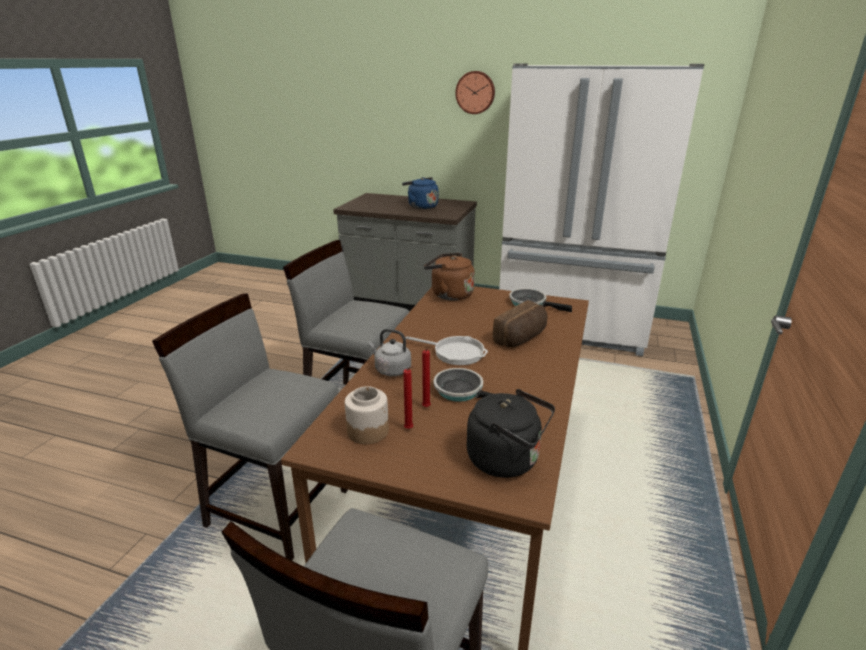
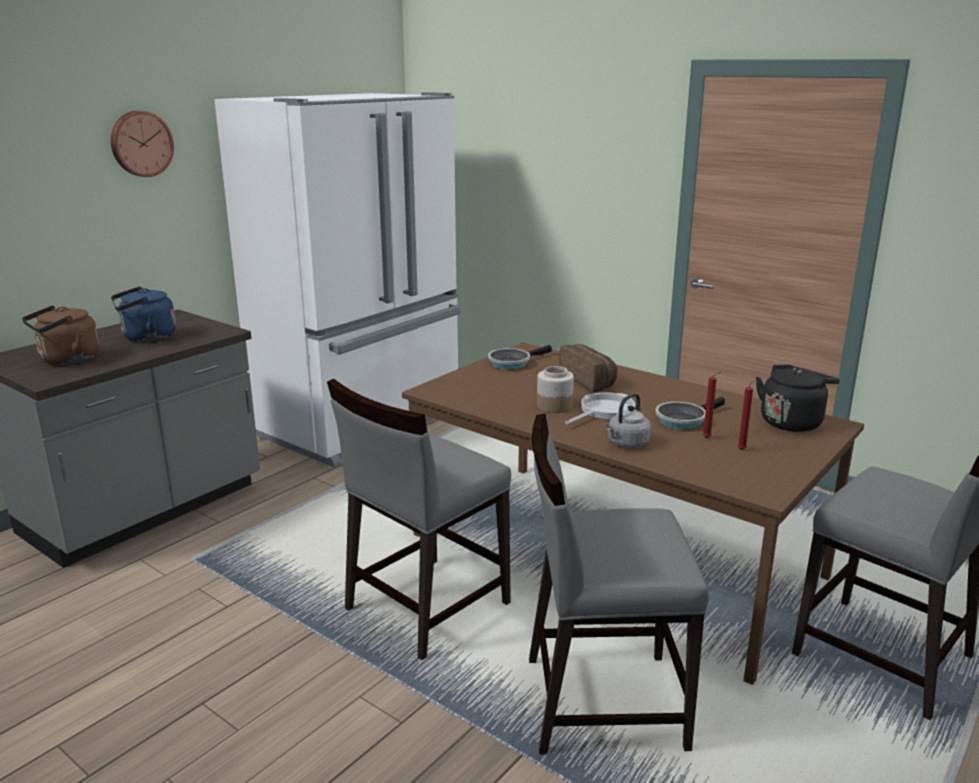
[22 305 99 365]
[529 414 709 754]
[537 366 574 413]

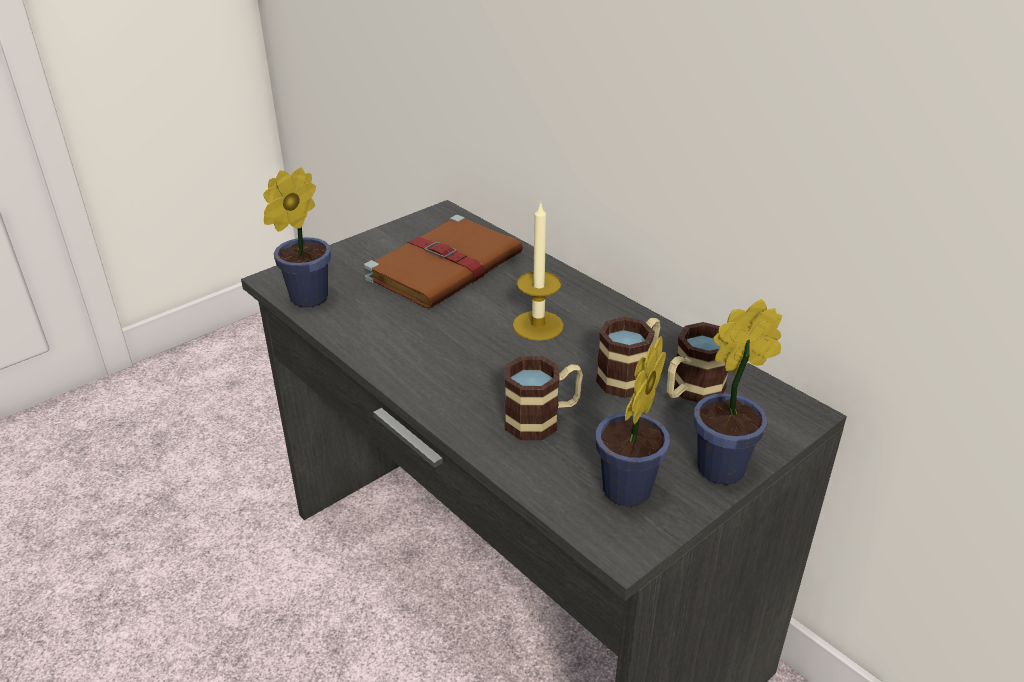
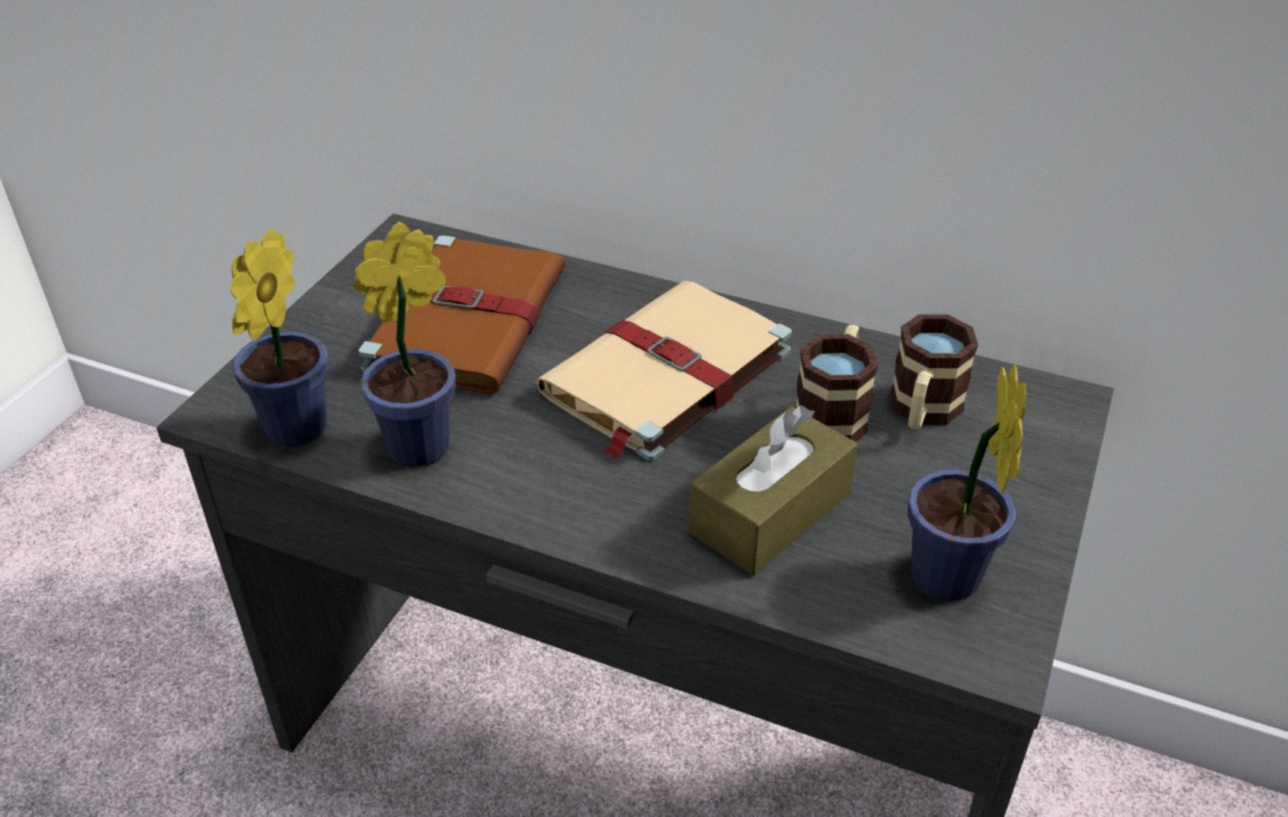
[353 221 456 467]
[536 281 792 461]
[689 405 858 575]

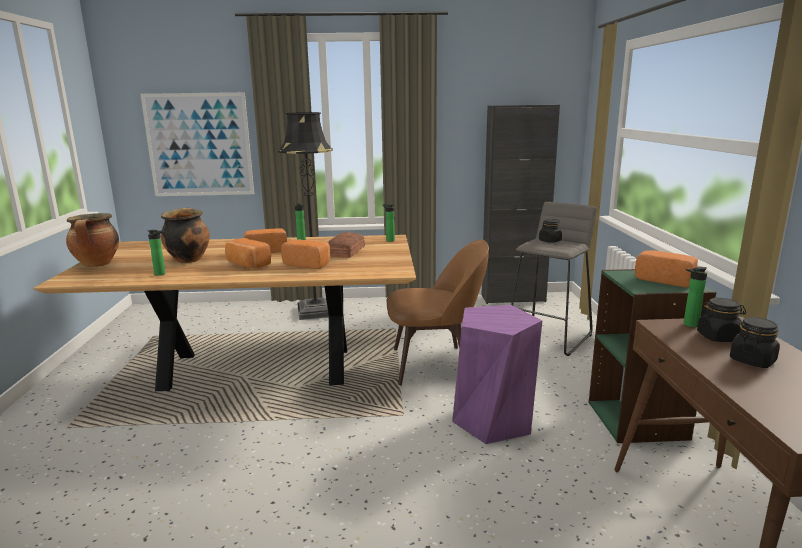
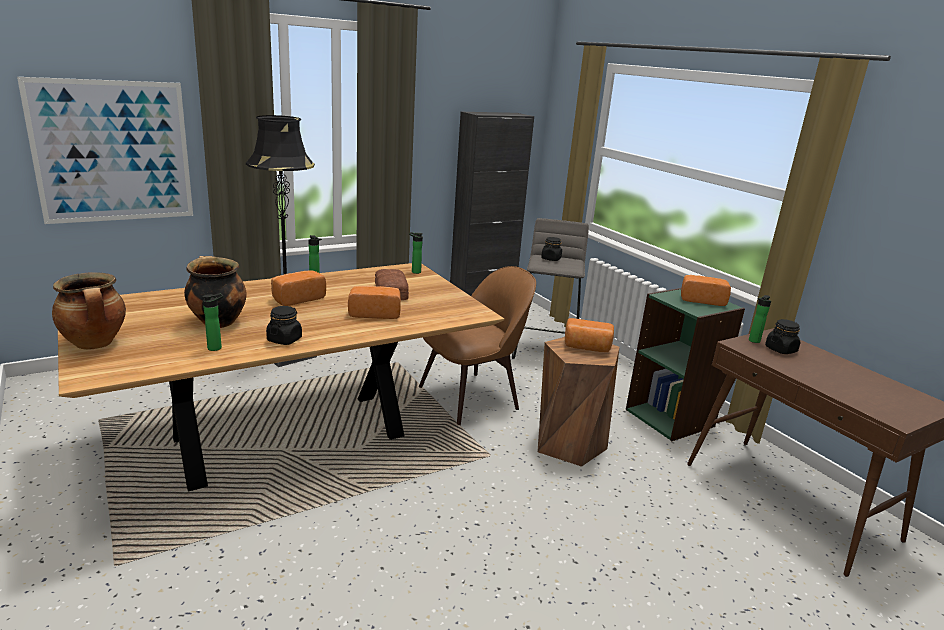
[266 306 302 345]
[537 337 620 467]
[565 318 614 352]

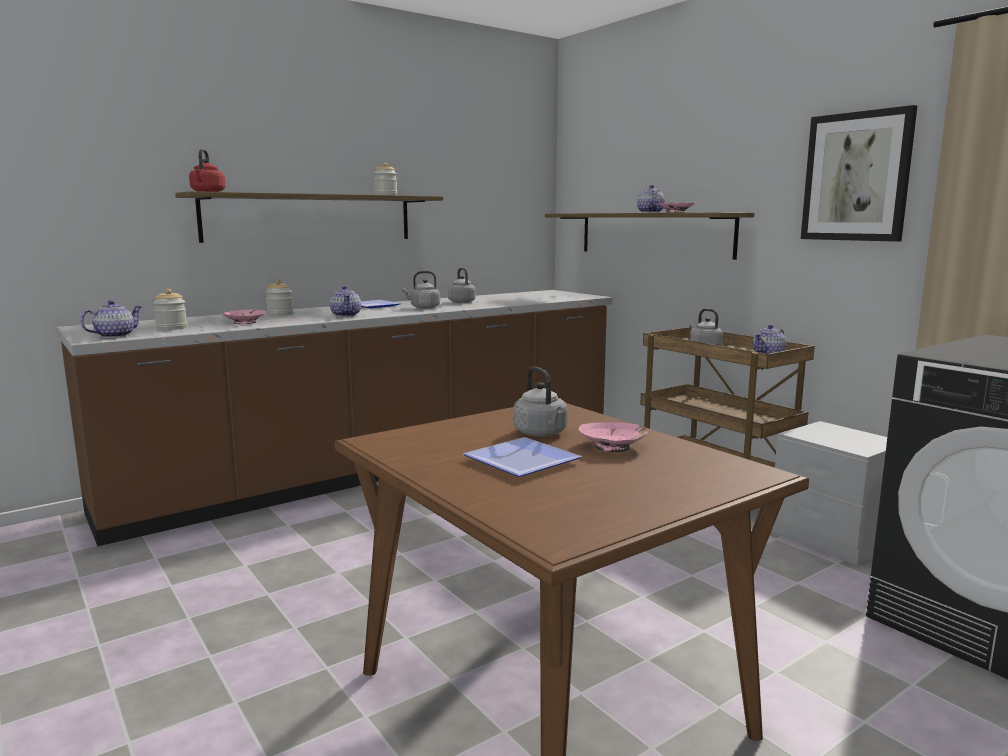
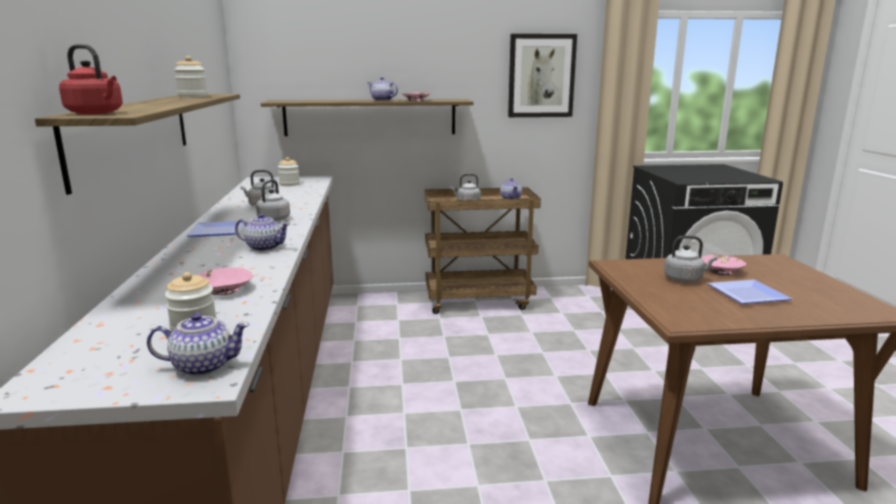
[147 313 250 376]
[278 157 300 186]
[771 421 887 566] (first image)

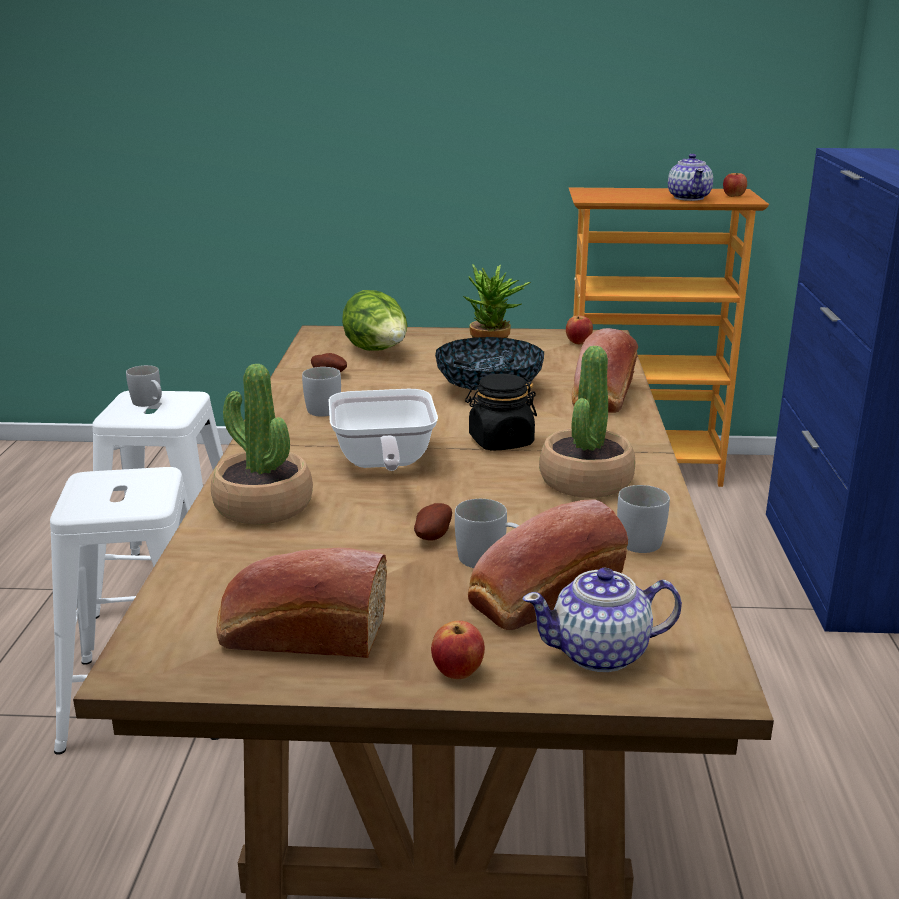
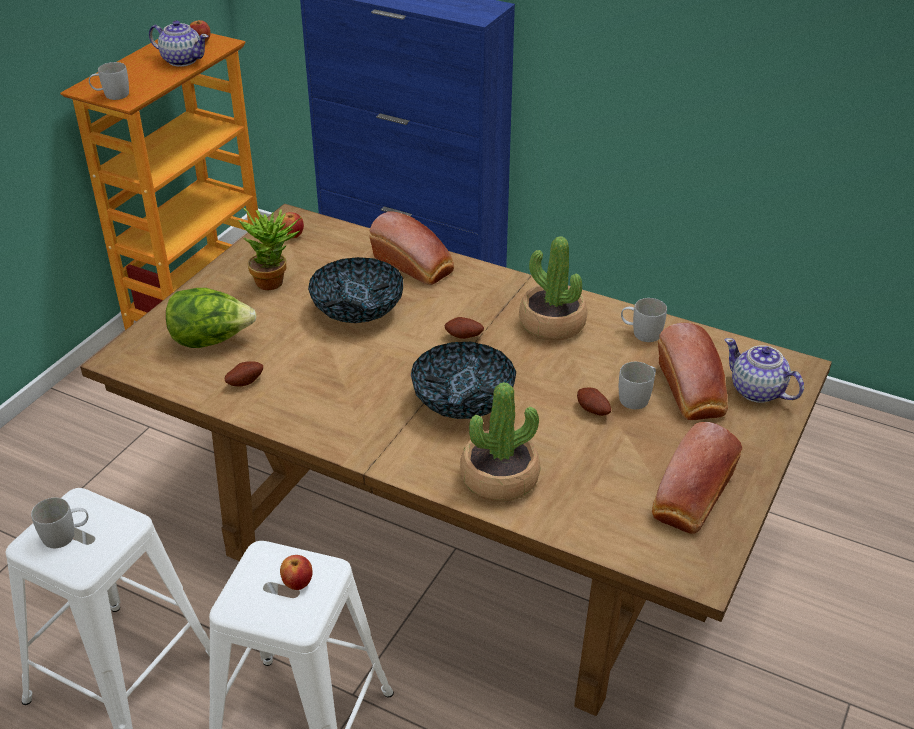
[89 62 129 100]
[280 555 313 590]
[411 342 516 419]
[444 317 484 339]
[725 338 804 403]

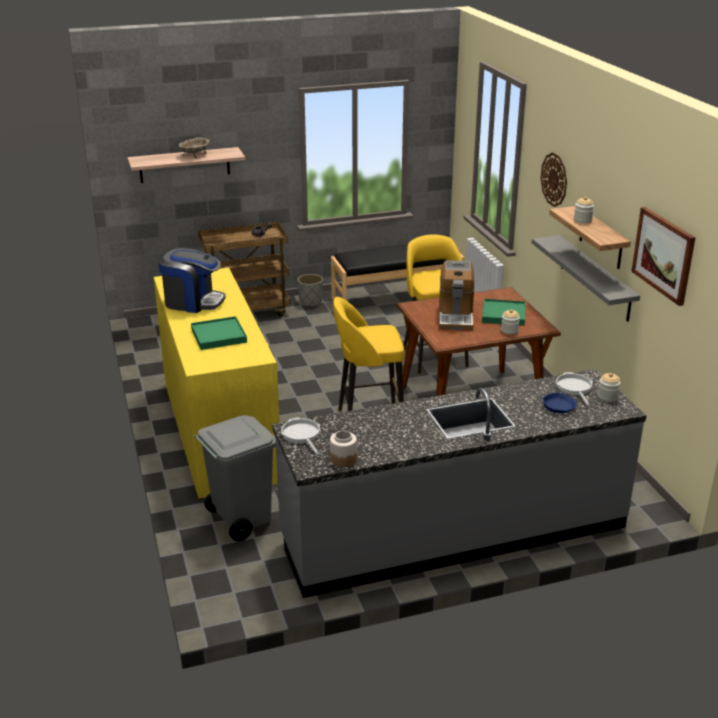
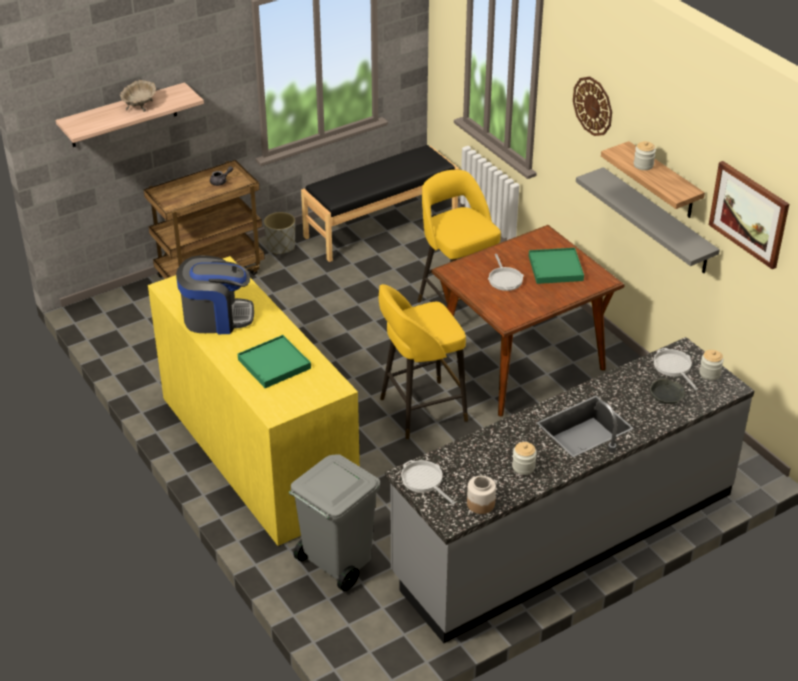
[488 254 524 291]
[512 442 537 475]
[650 379 686 404]

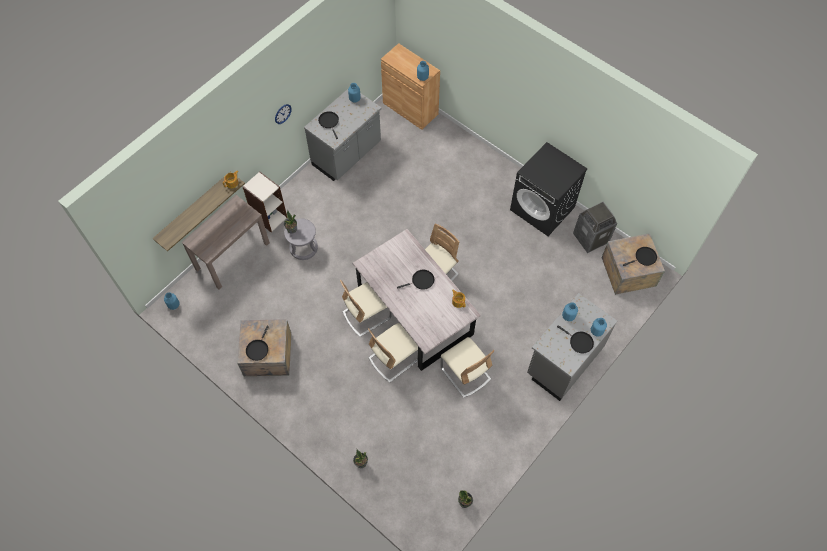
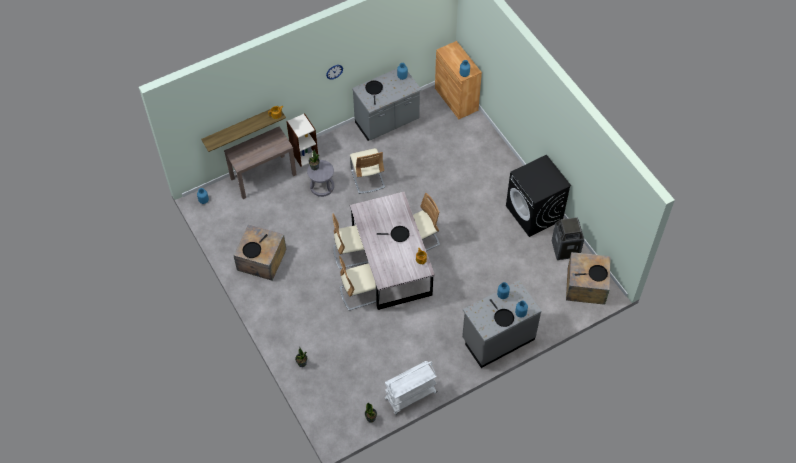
[350 148 385 194]
[385 361 437 415]

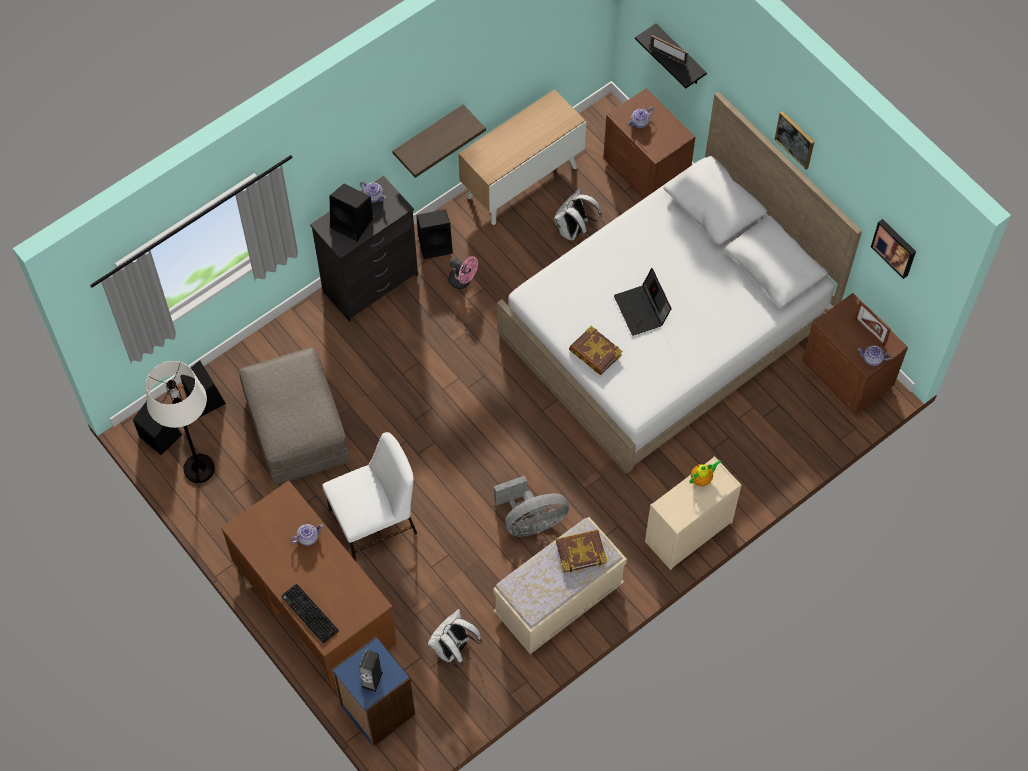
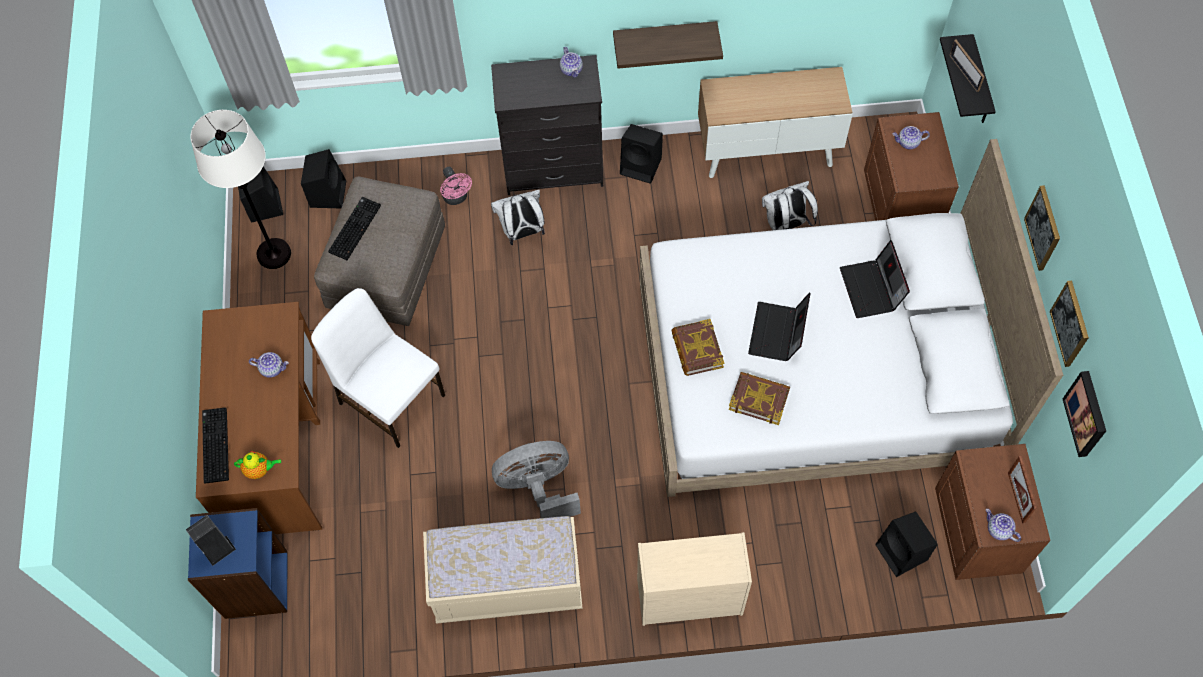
[234 451 281 479]
[311 288 445 448]
[328 197 381 260]
[440 167 472 205]
[491 189 545 245]
[492 441 581 518]
[729 372 790 425]
[840 240 910 318]
[875 511 938 577]
[1050 281 1089 367]

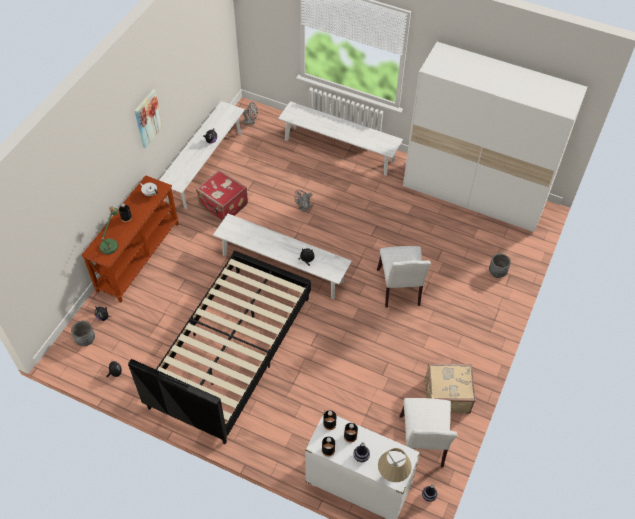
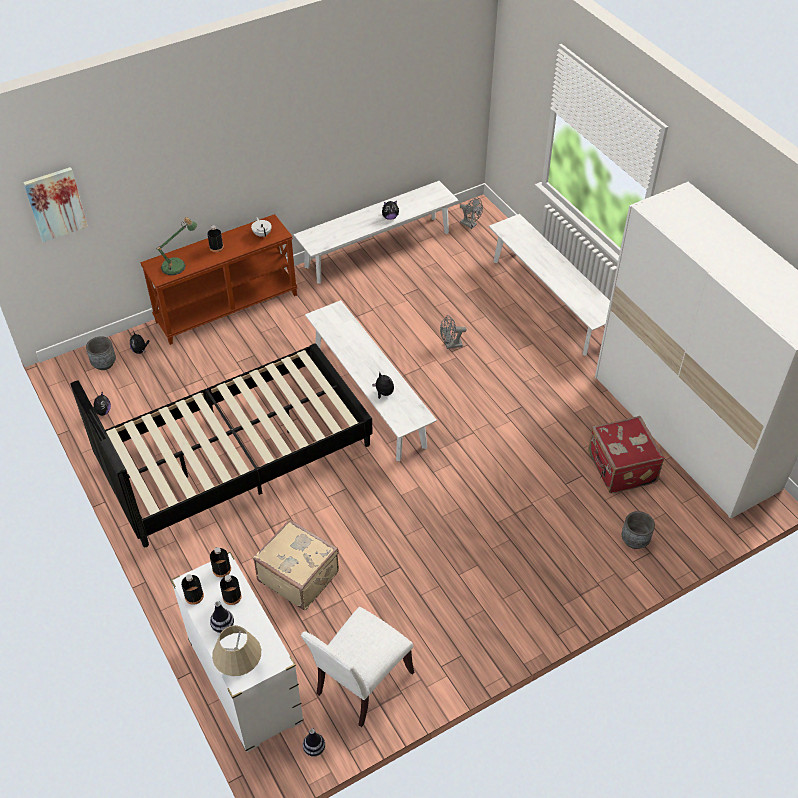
[23 167 88 242]
[253 519 339 610]
[588 416 664 493]
[377 246 431 308] (first image)

